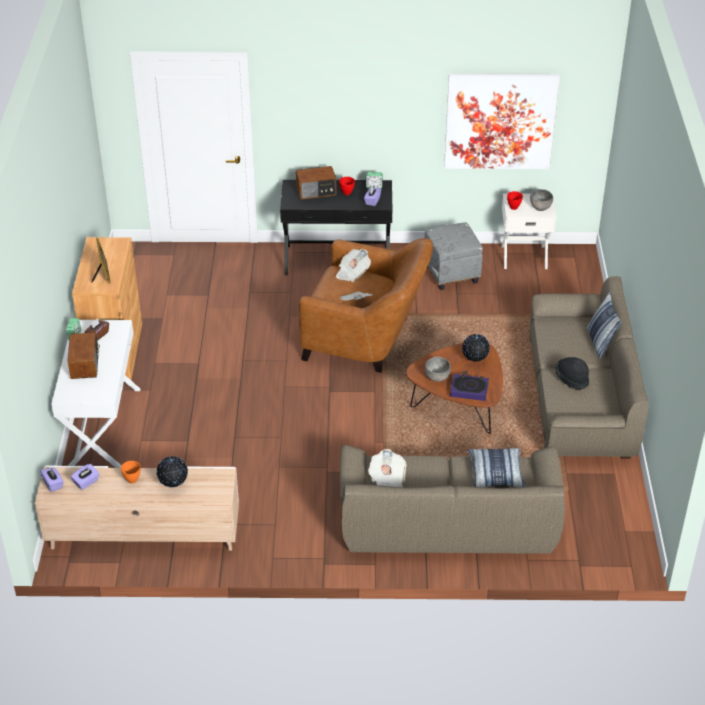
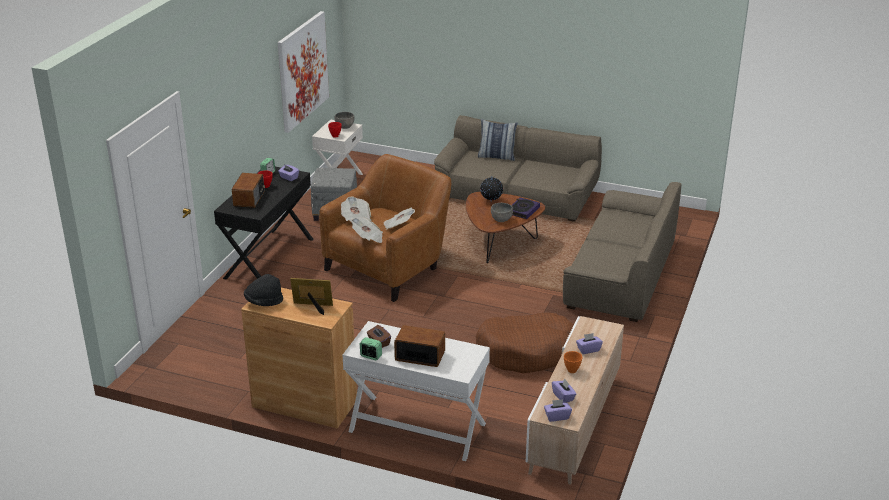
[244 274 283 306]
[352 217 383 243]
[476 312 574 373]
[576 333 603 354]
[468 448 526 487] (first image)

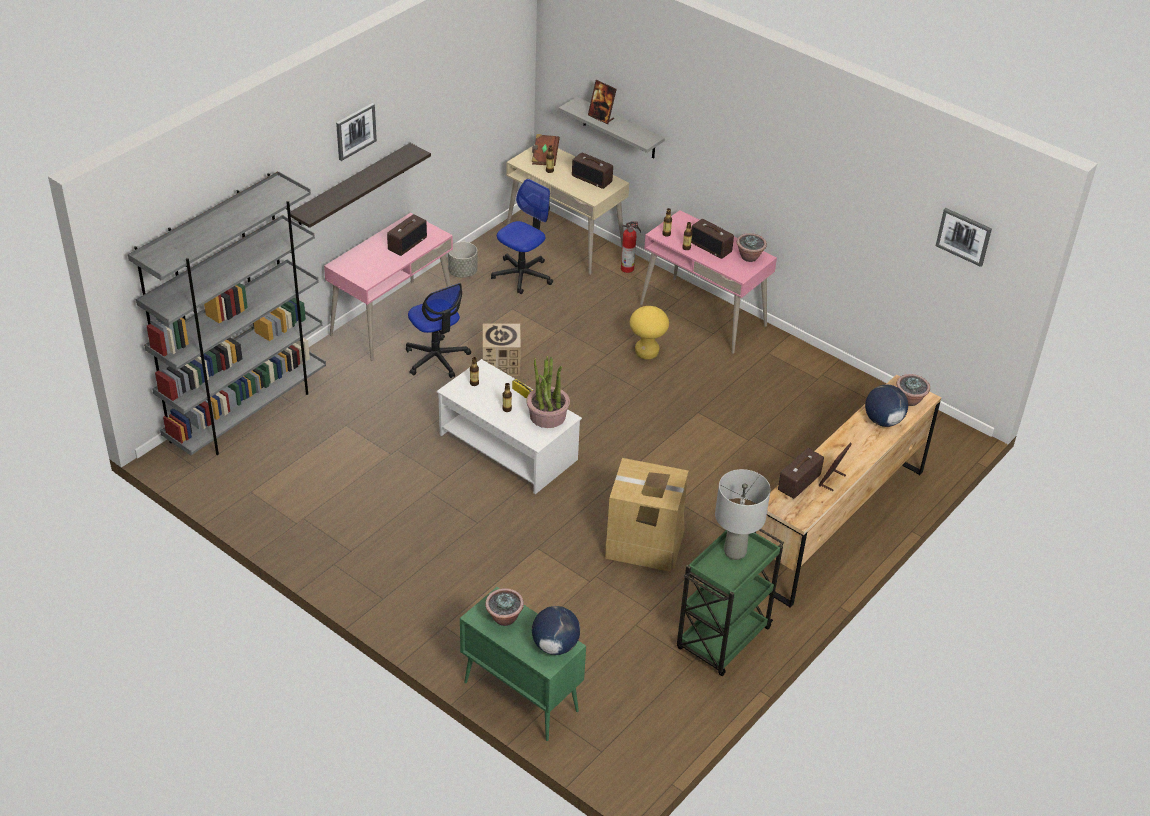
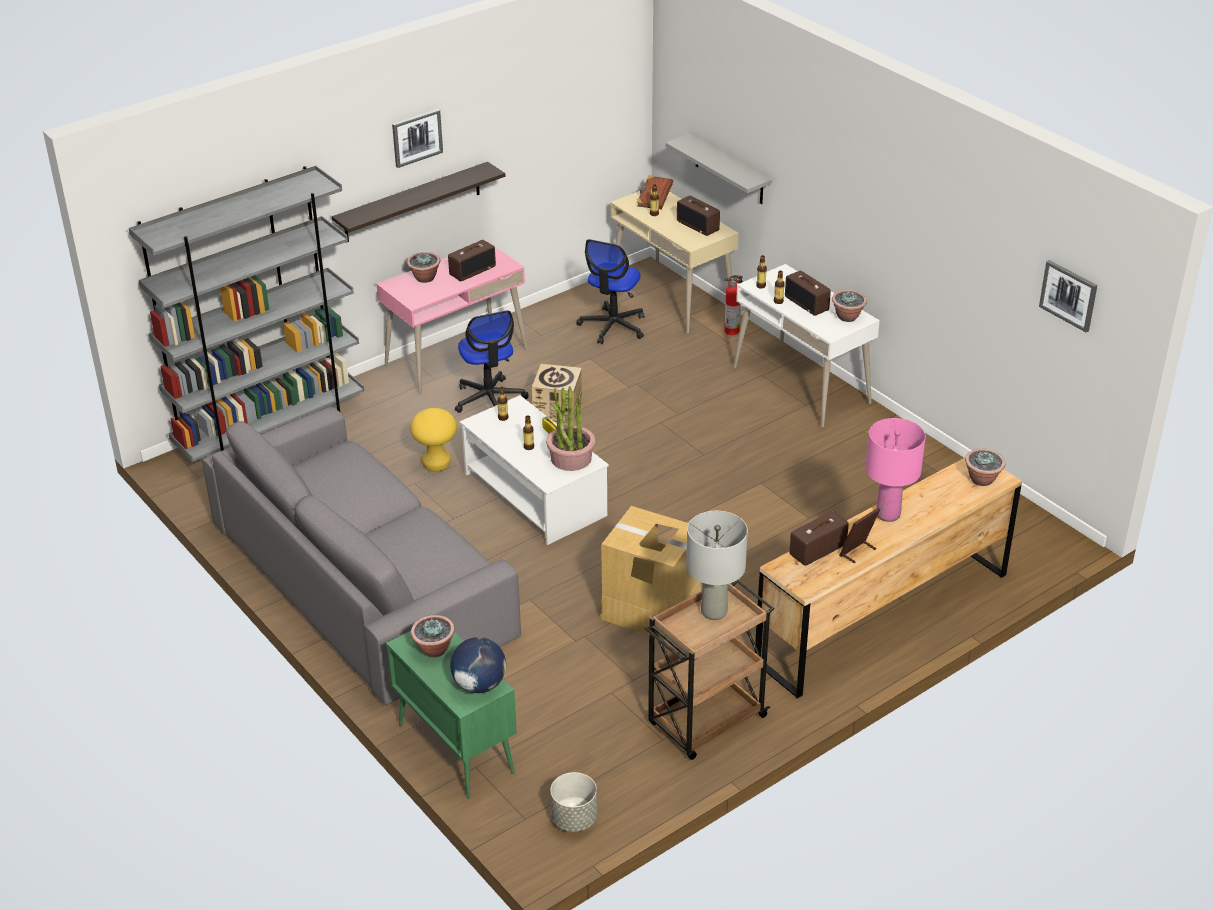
[202 407 521 705]
[407 252 440 283]
[410 408 457 472]
[550 772 597 832]
[576 239 644 344]
[644 580 774 760]
[733 264 880 428]
[865 418 926 522]
[588 80 617 124] (first image)
[865 385 908 427] (first image)

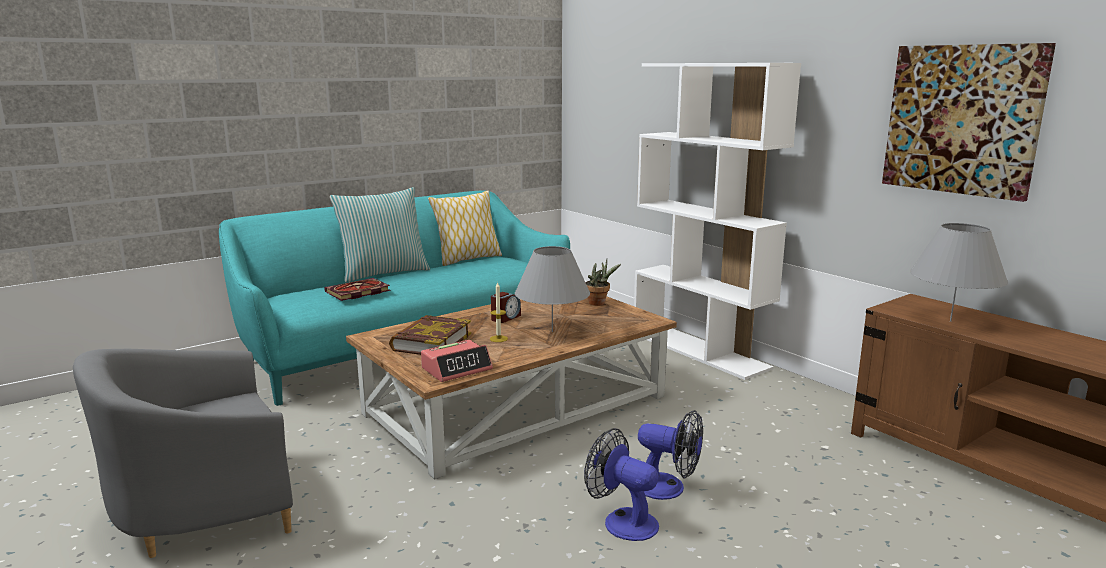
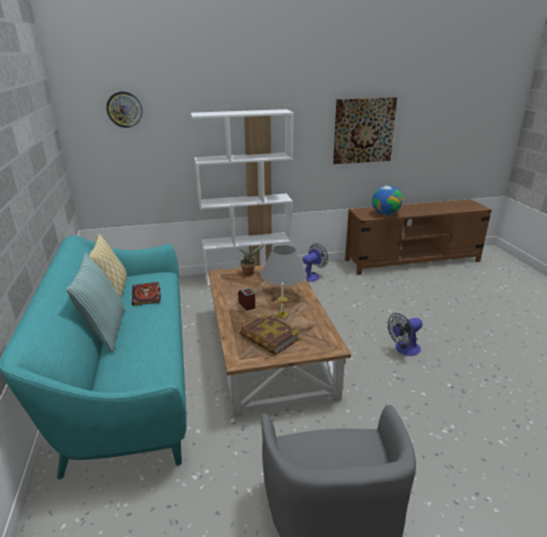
[106 91 143 128]
[132 282 161 306]
[303 243 328 282]
[372 185 403 215]
[421 340 493 382] (first image)

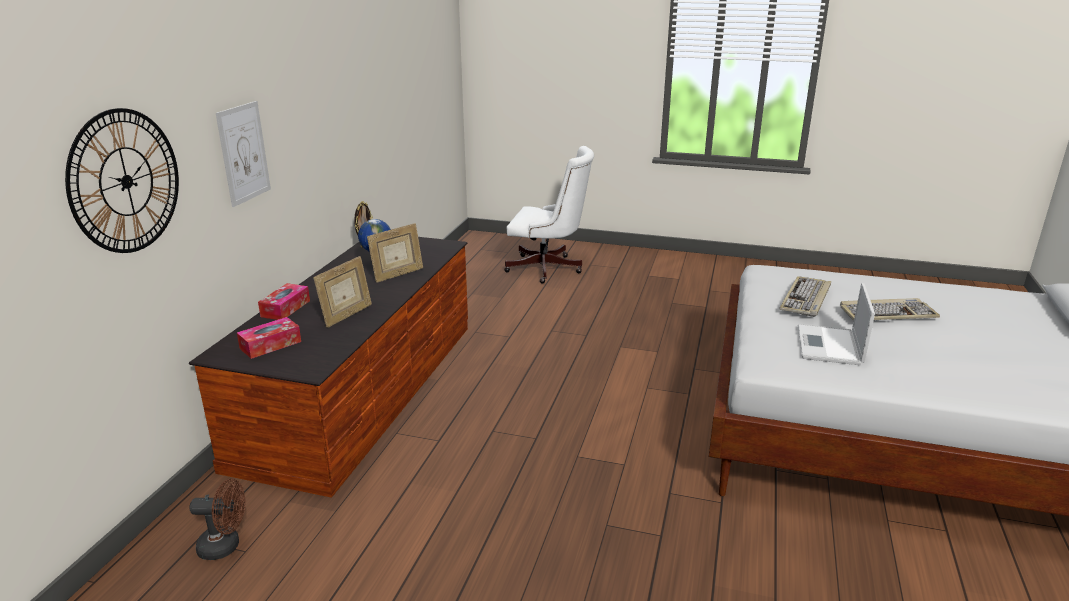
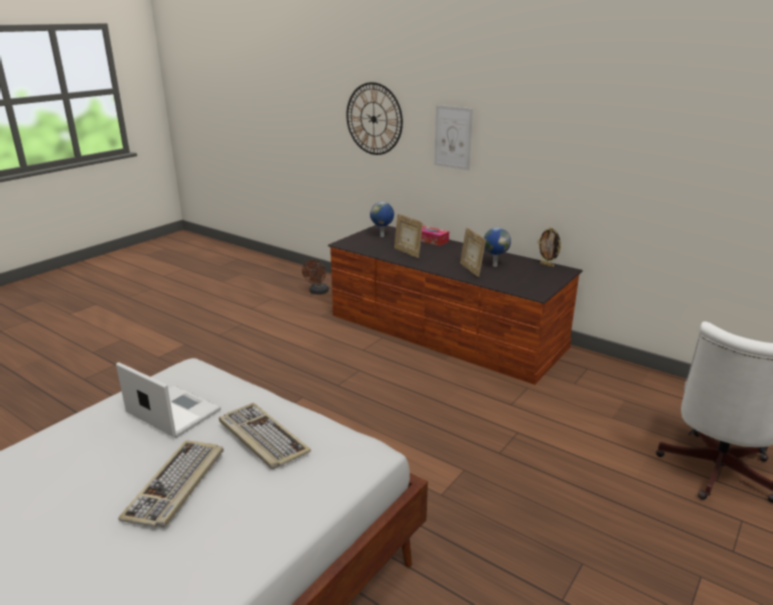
[370 202 394 237]

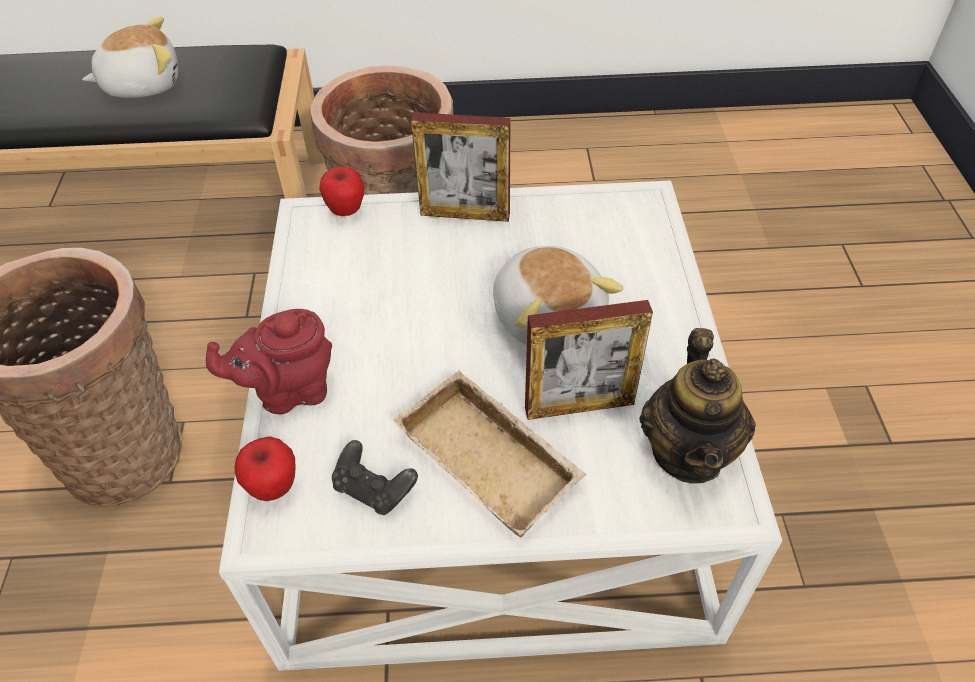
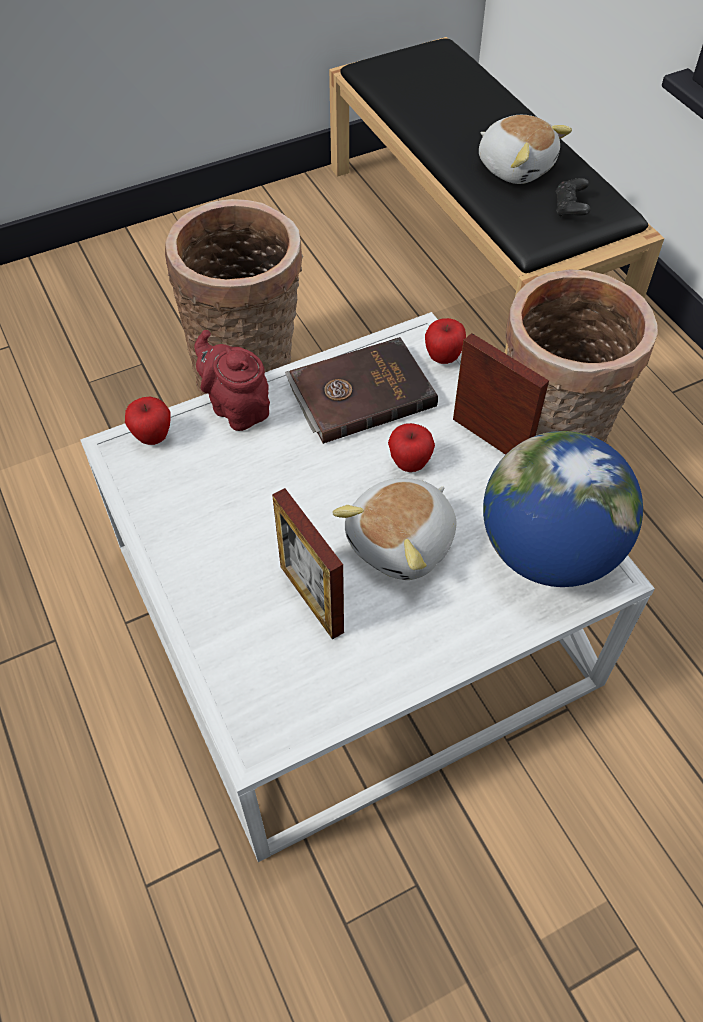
[285 337 438 444]
[388 423 435 472]
[453 333 549 455]
[483 431 643 587]
[556 178 591 217]
[393 370 586 537] (first image)
[640 328 756 484] (first image)

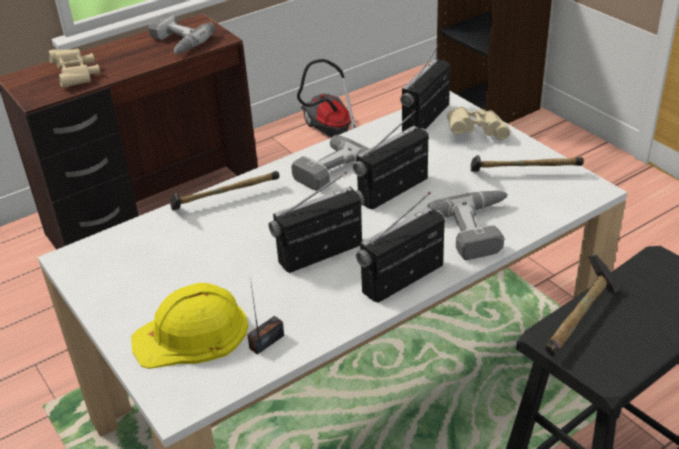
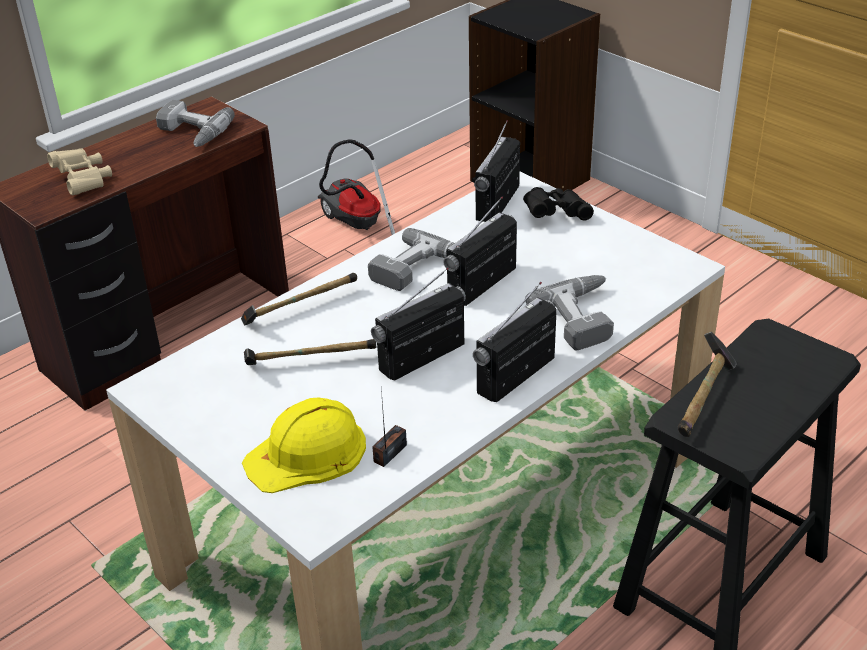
[244 339 376 365]
[523 187 594 221]

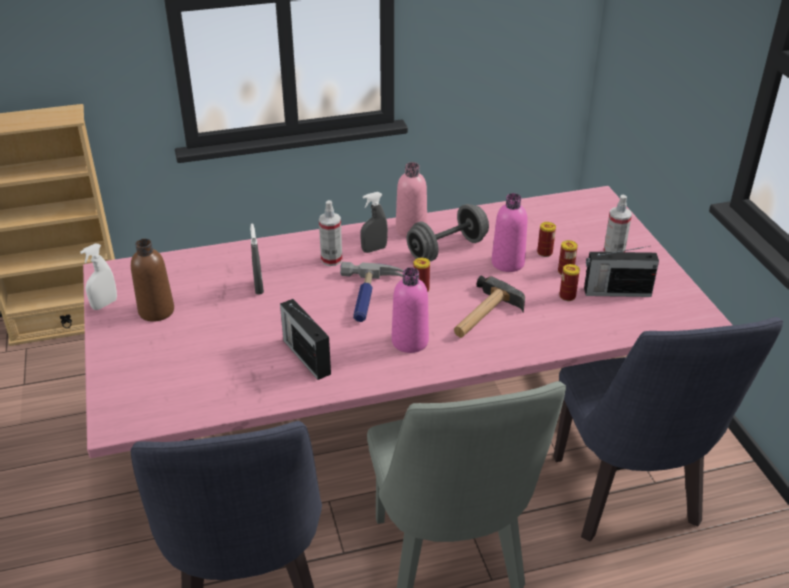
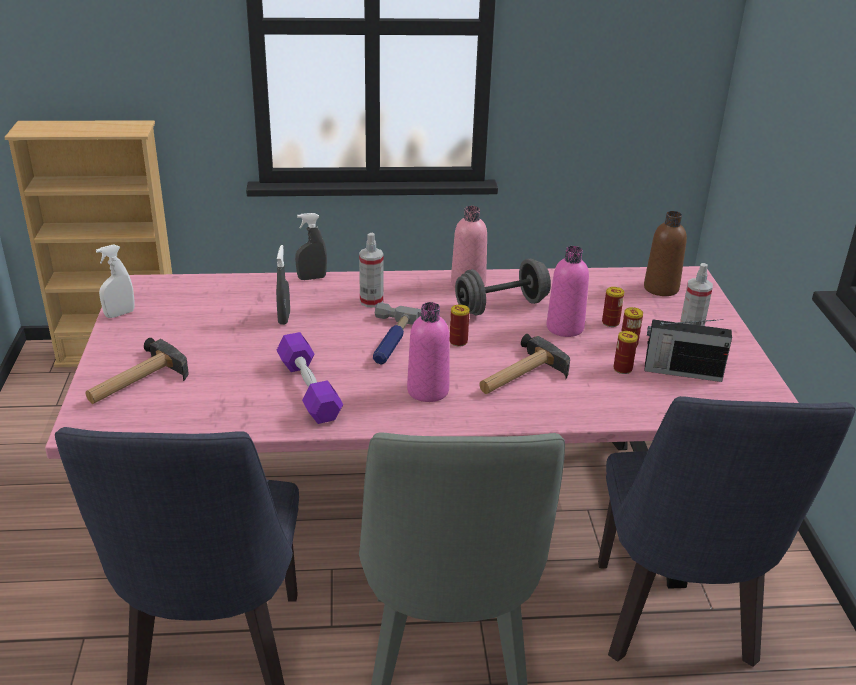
[86 338 188 404]
[277 332 343 424]
[295 213 327 280]
[644 211 687 296]

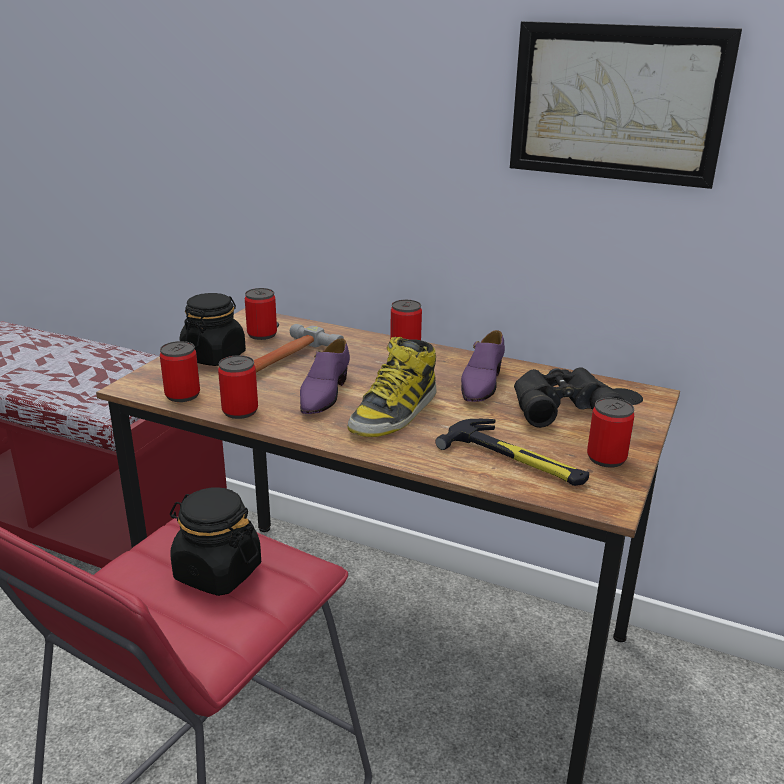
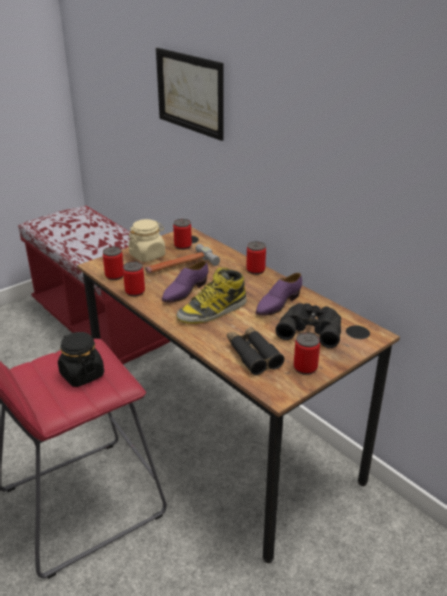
[128 219 165 262]
[156 48 224 141]
[227 327 284 375]

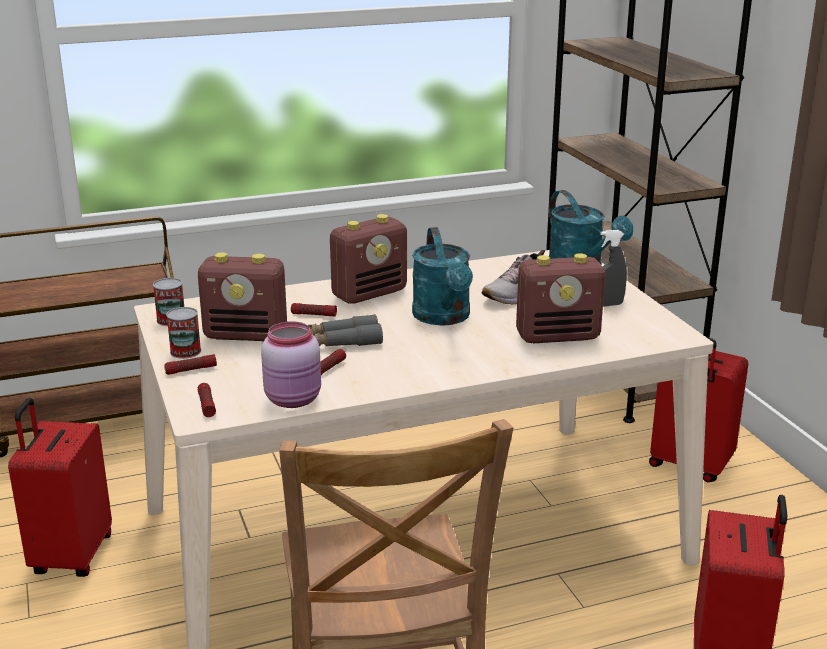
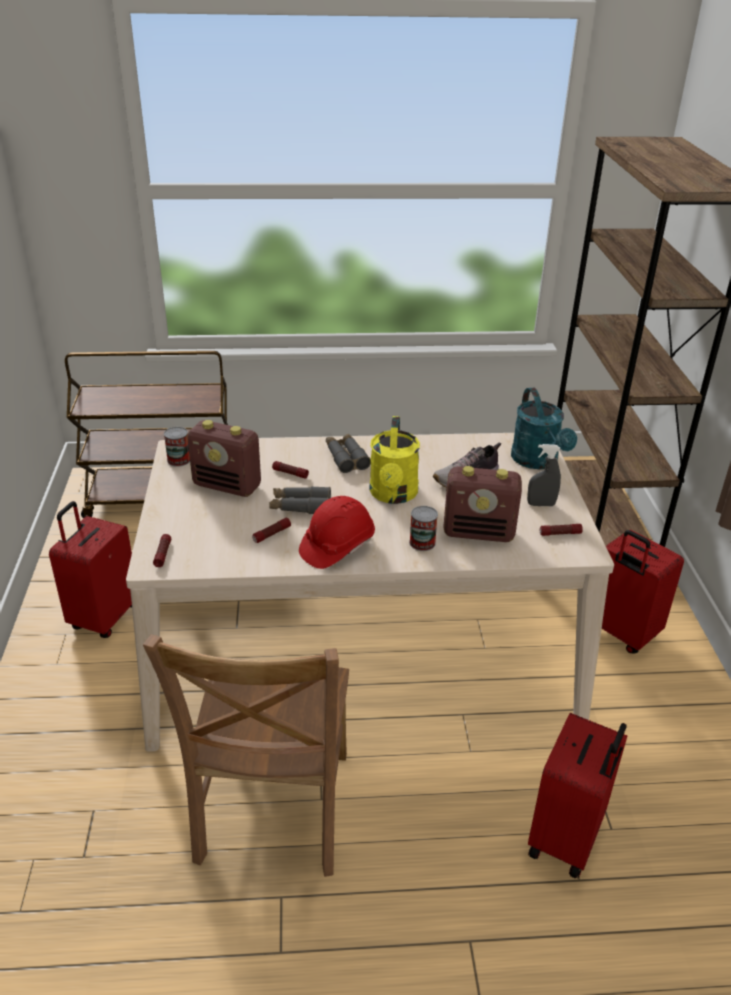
[299 496 375 569]
[326 434 371 473]
[369 416 420 504]
[409 506 438 551]
[540 524 583 536]
[261 321 321 408] (first image)

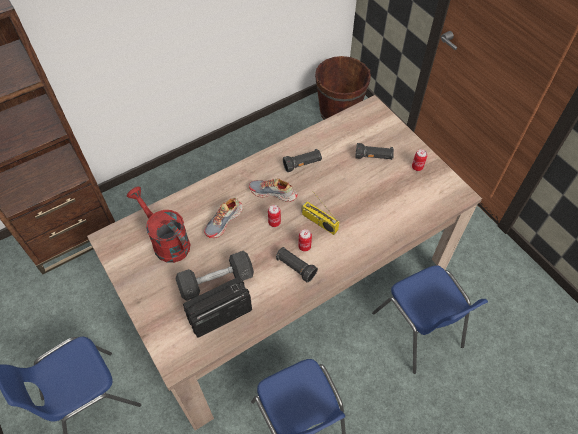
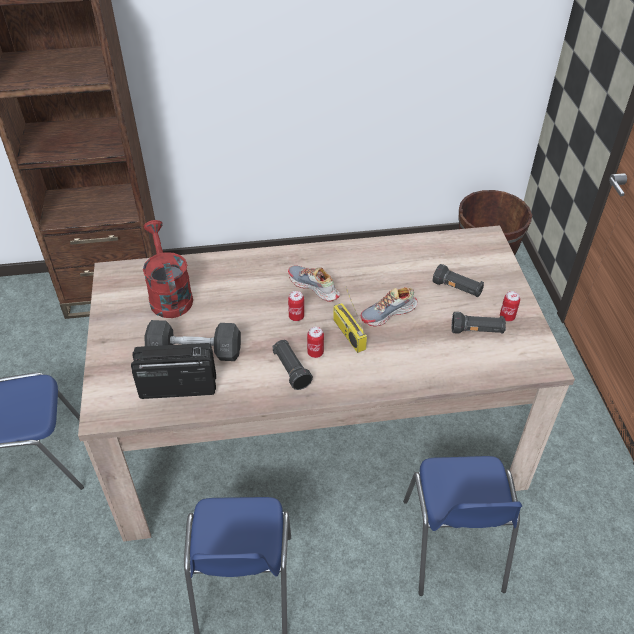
[361 287 418 327]
[452 312 506 334]

